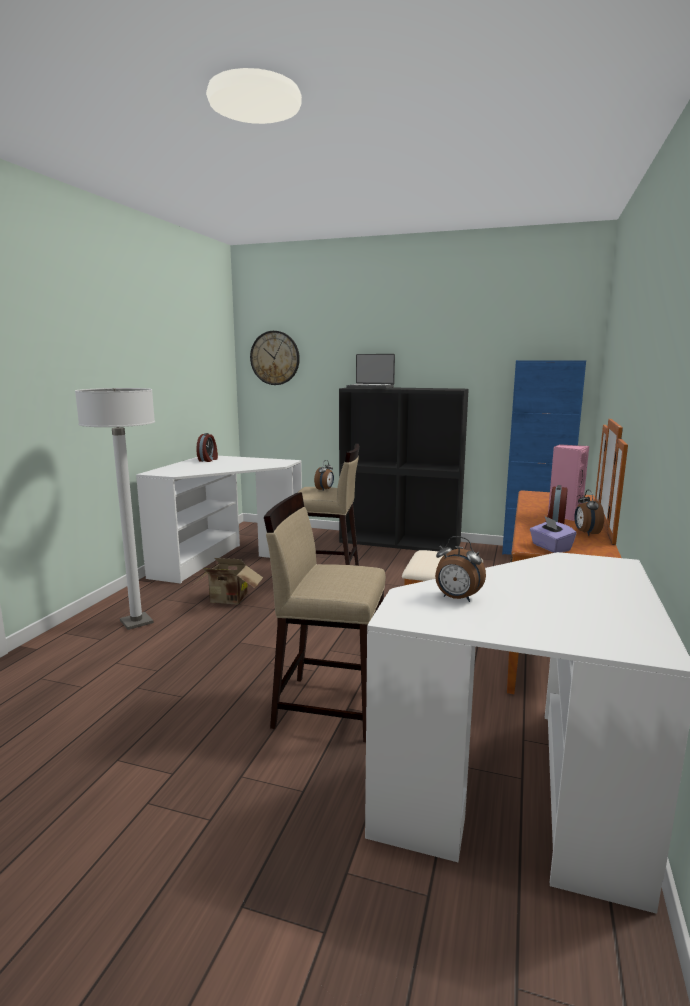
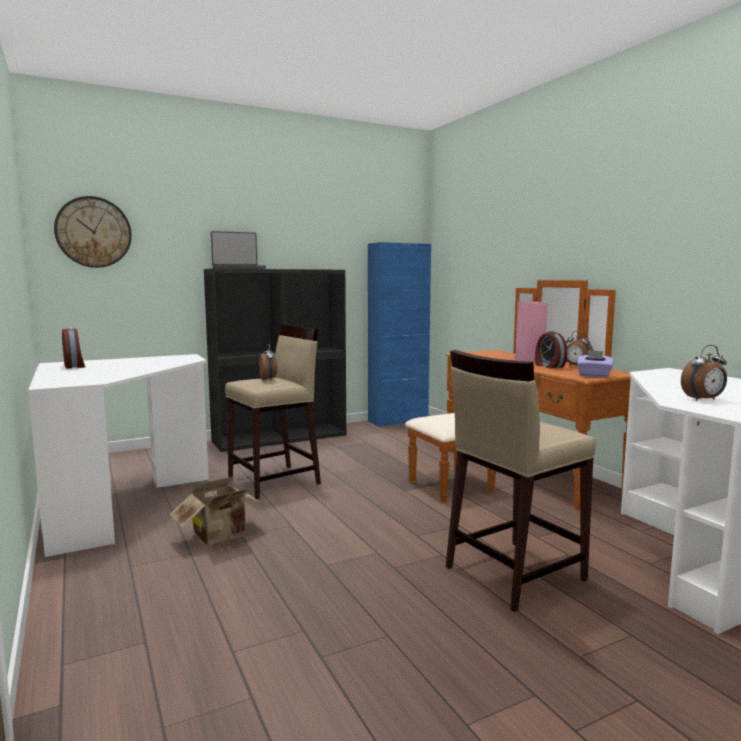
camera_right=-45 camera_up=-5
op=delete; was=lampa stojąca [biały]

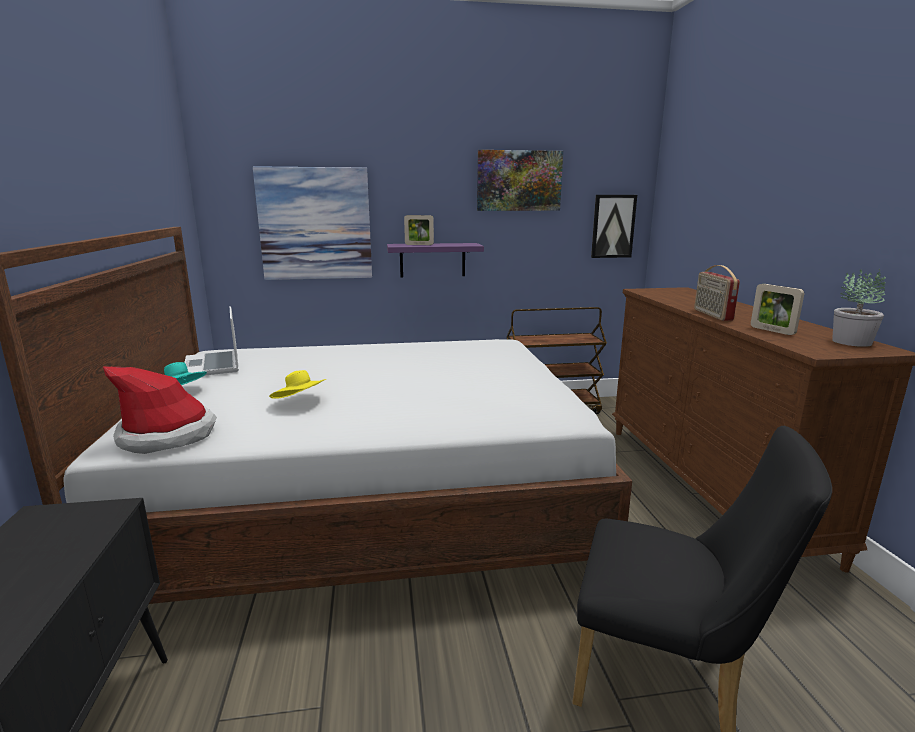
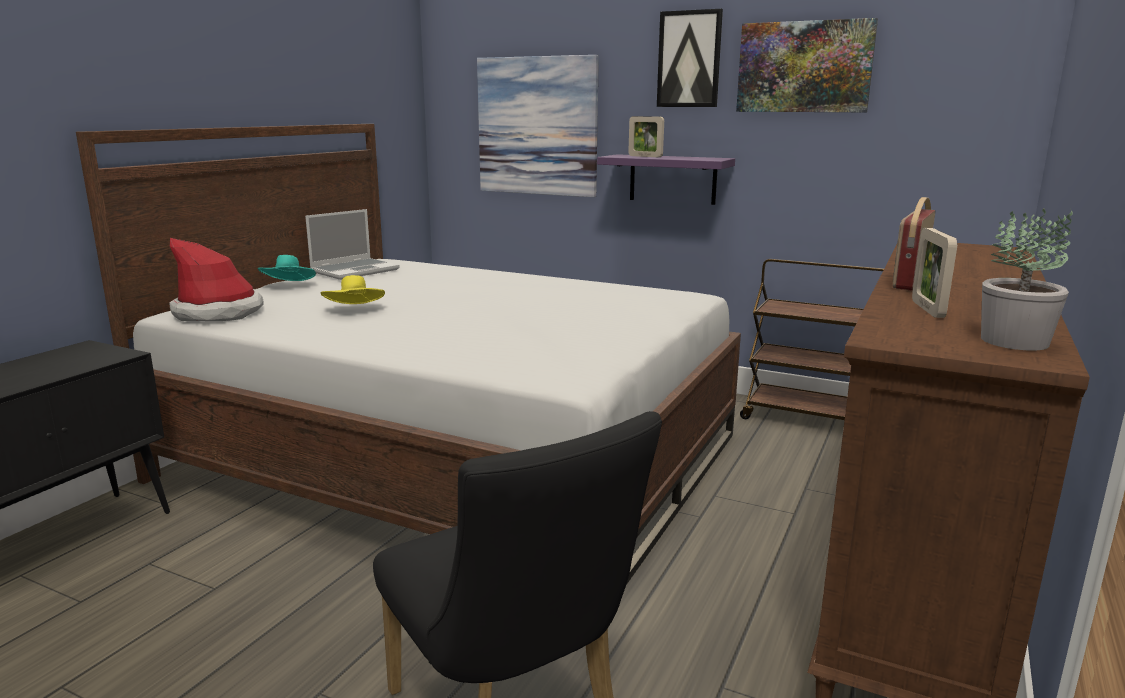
camera_right=35 camera_up=0
op=rotate; was=laptop; clockwise=-150
op=move; was=obraz (3rd from left in the first image); now=obraz (2nd from left)

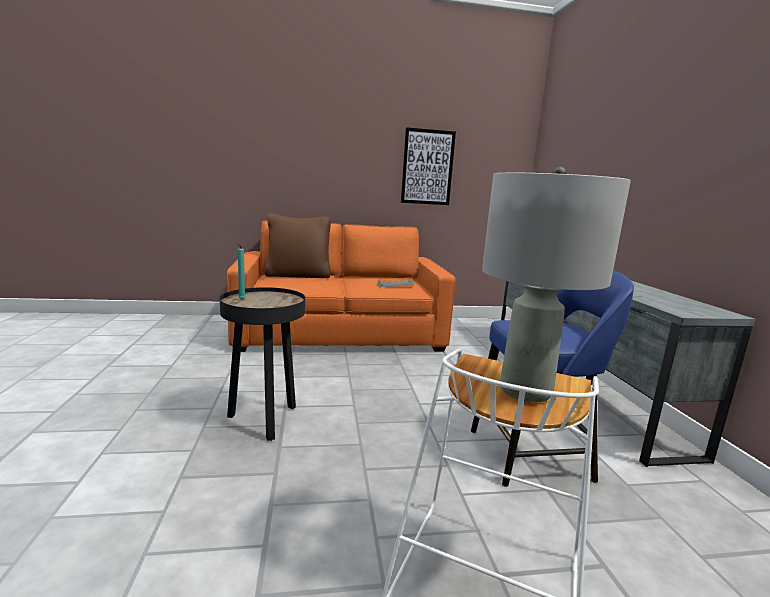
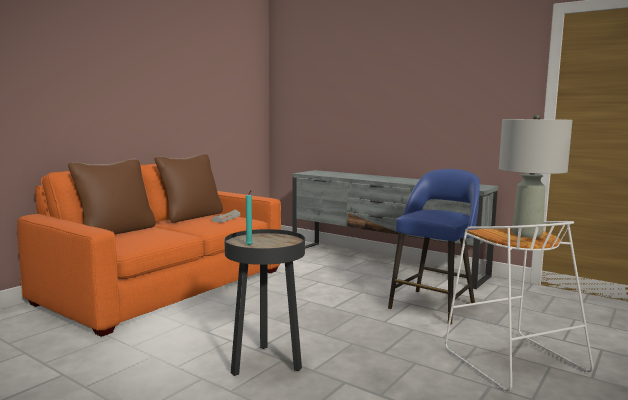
camera_right=-45 camera_up=-5
op=delete; was=obraz
op=insert; now=poduszka [brązowy] (2nd from left)

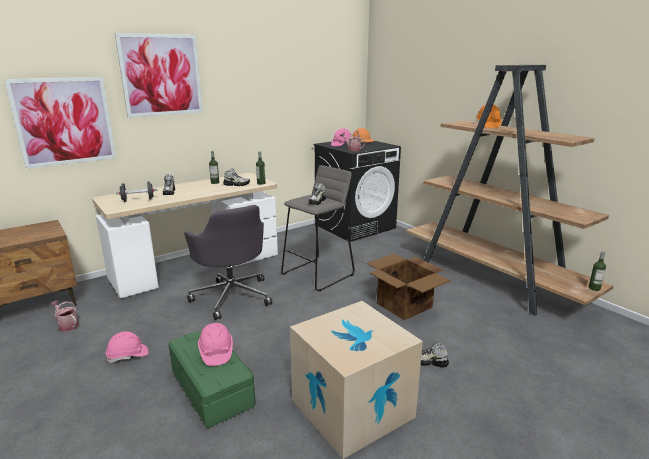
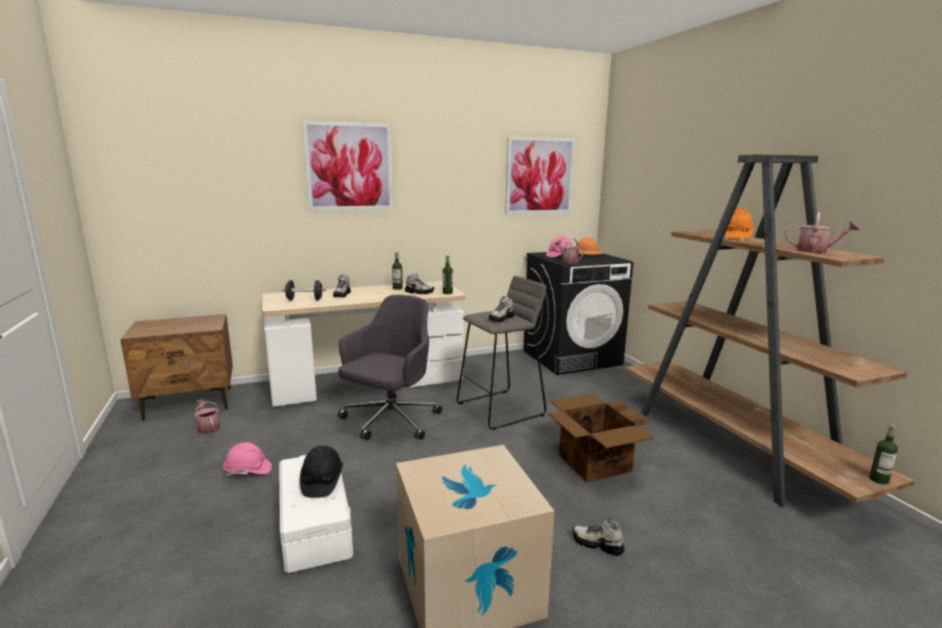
camera_right=15 camera_up=-5
op=move; was=obraz (1st from left in the first image); now=obraz (2nd from left)
op=recolor; was=pojemnik do przechowywania [zielony]; now=pojemnik do przechowywania [biały]
op=rotate; was=krzesło biurowe [szary]; clockwise=-135
op=recolor; was=kask [różowy] (2nd from left); now=kask [czarny]
op=insert; now=konewka (3rd from left)

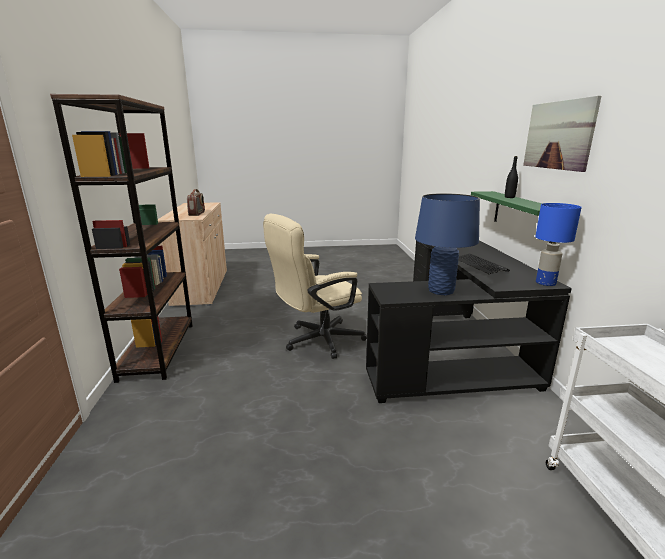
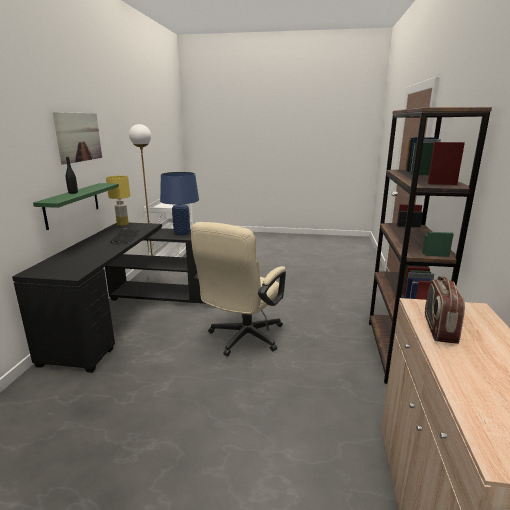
camera_right=-165 camera_up=0
op=rotate; was=krzesło biurowe [beżowy]; clockwise=135
op=recolor; was=lampa stołowa [niebieski] (2nd from left); now=lampa stołowa [żółty]
op=insert; now=lampa stojąca [biały]

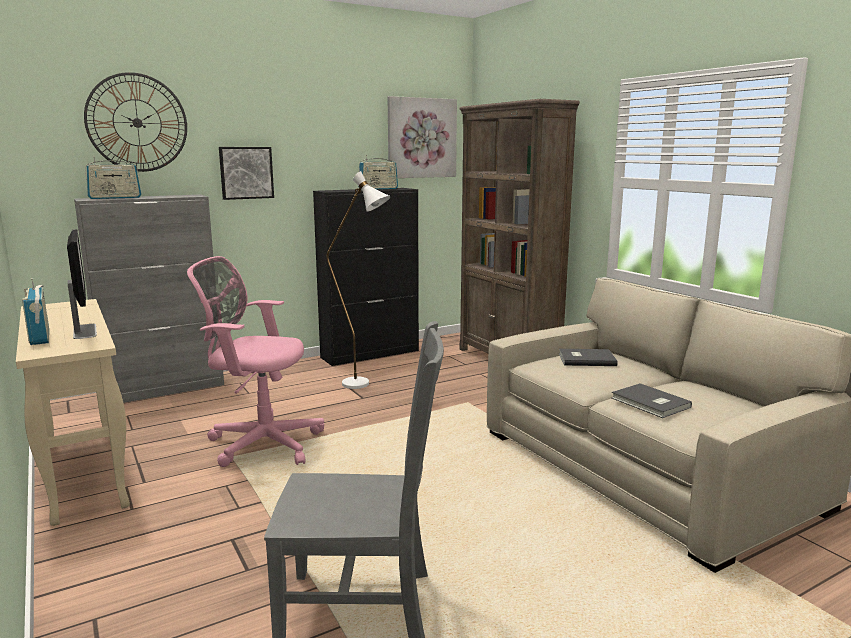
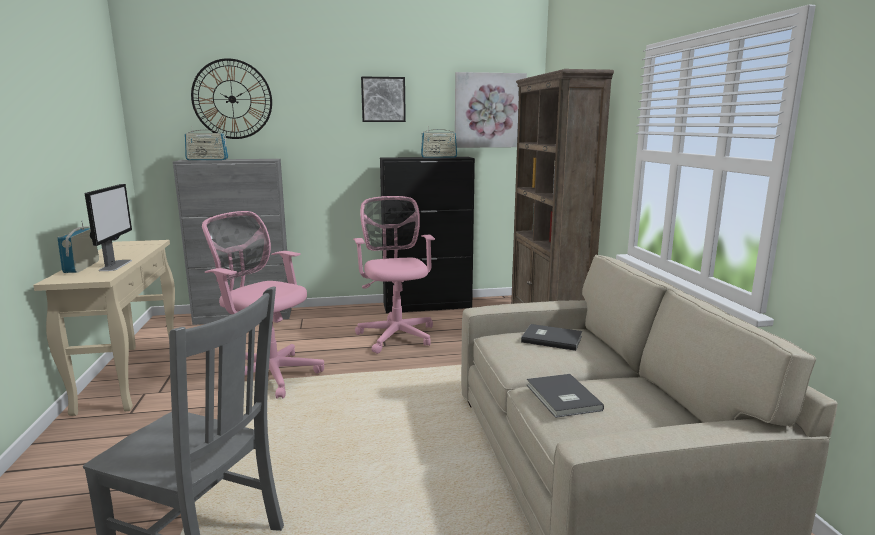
camera_right=20 camera_up=0
op=move; was=obraz (1st from left)
op=replace; was=lampa stojąca [biały]; now=krzesło biurowe [różowy] (2nd from left)

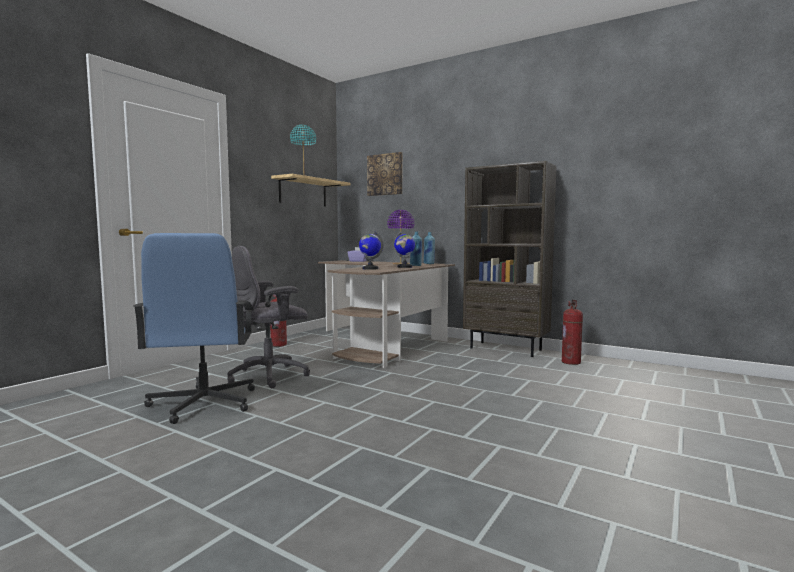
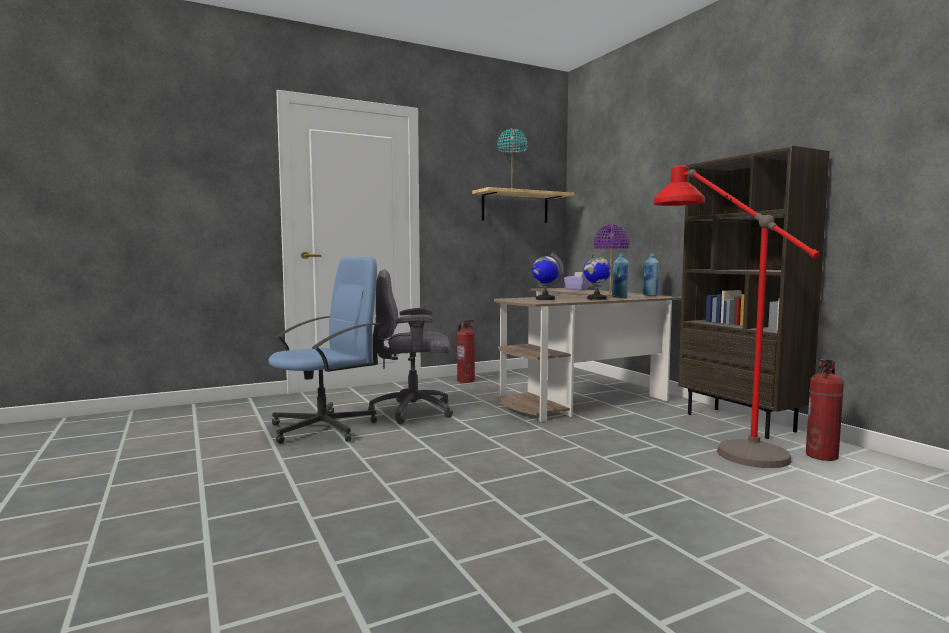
camera_right=30 camera_up=0
op=rotate; was=krzesło biurowe [niebieski]; clockwise=-150
op=delete; was=obraz
op=insert; now=lampa stojąca [czerwony]

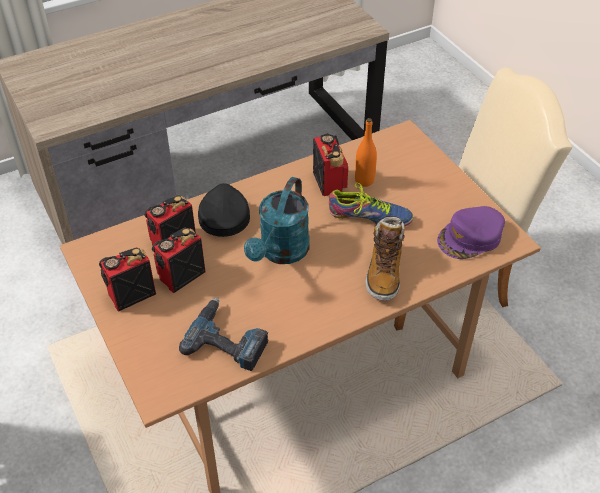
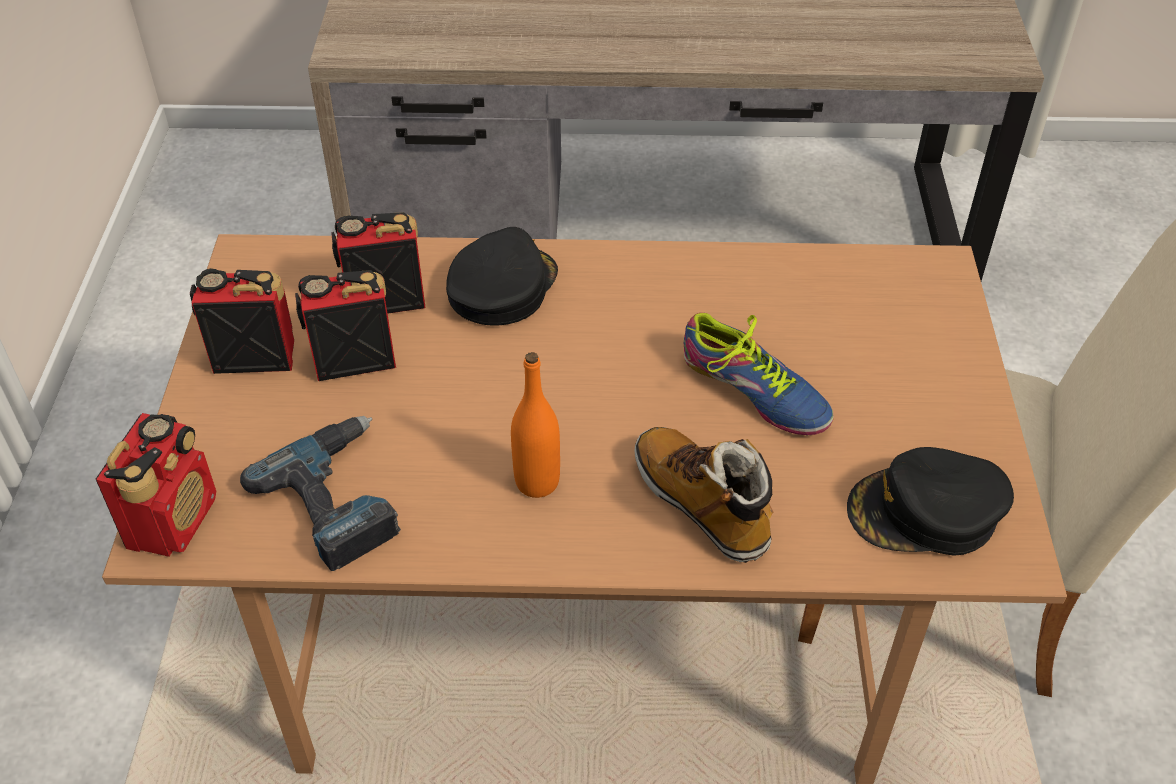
camera_right=30 camera_up=0
op=delete; was=konewka [turkusowy]
op=move; was=radio (4th from left in the first image); now=radio (1st from left)
op=move; was=butelka [pomarańczowy]
op=rotate; was=but z cholewką; clockwise=105
op=recolor; was=czapka z daszkiem [fioletowy]; now=czapka z daszkiem [czarny] (2nd from left)

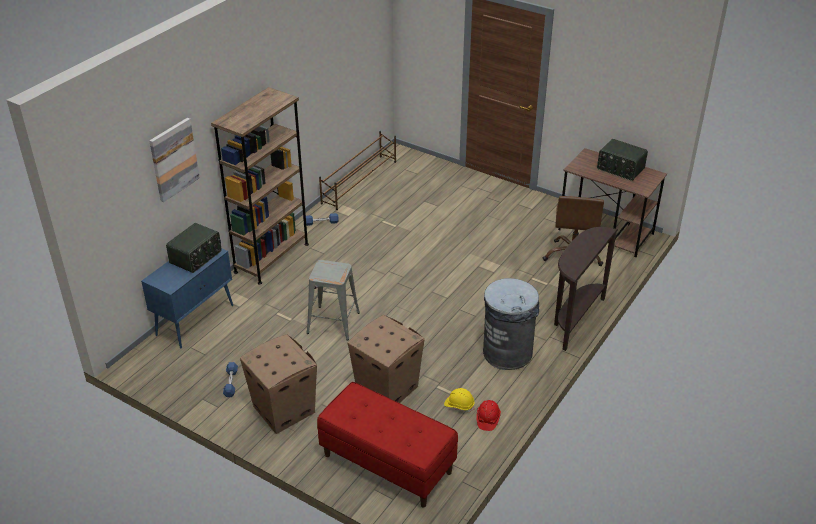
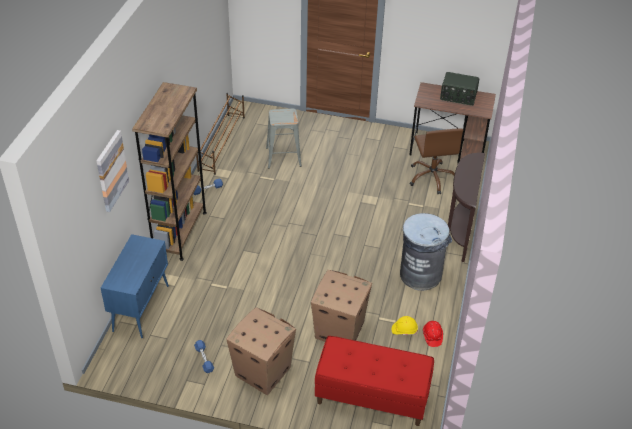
camera_right=-20 camera_up=5
op=delete; was=radio (1st from left)
op=move; was=stołek [szary]

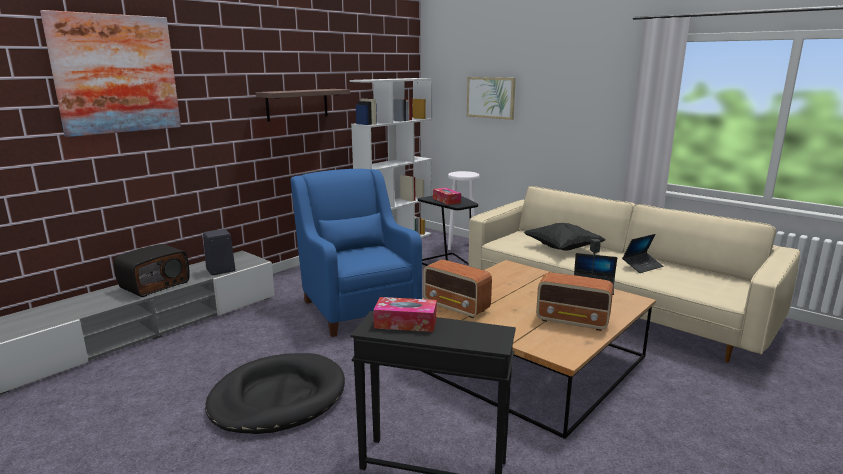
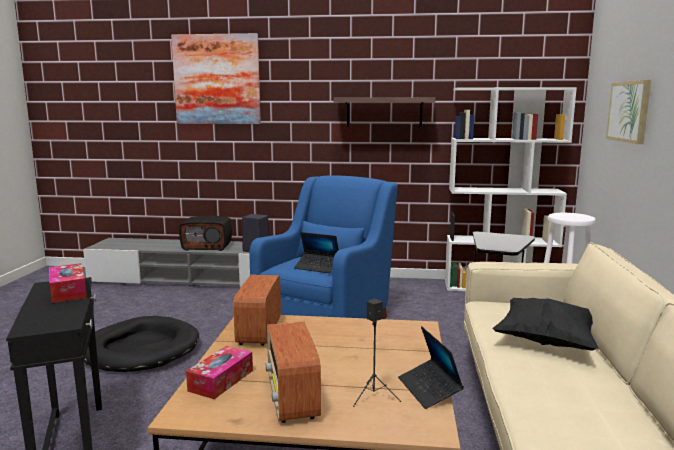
camera_right=55 camera_up=-5
op=move; was=pudełko chusteczek (2nd from left)
op=move; was=laptop (2nd from left in the first image); now=laptop (1st from left)

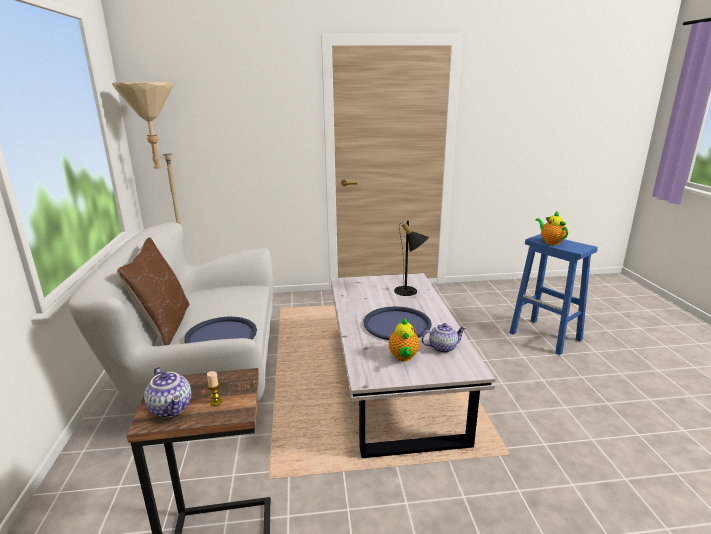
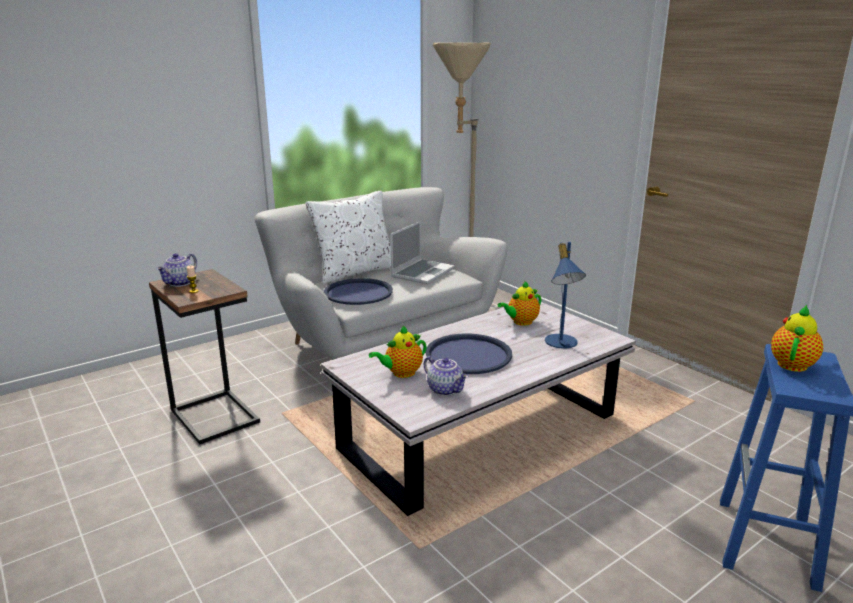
camera_right=60 camera_up=0
op=recolor; was=poduszka [brązowy]; now=poduszka [biały]
op=recolor; was=lampa stołowa [czarny]; now=lampa stołowa [niebieski]
op=insert; now=laptop
op=insert; now=imbryk (4th from left)

